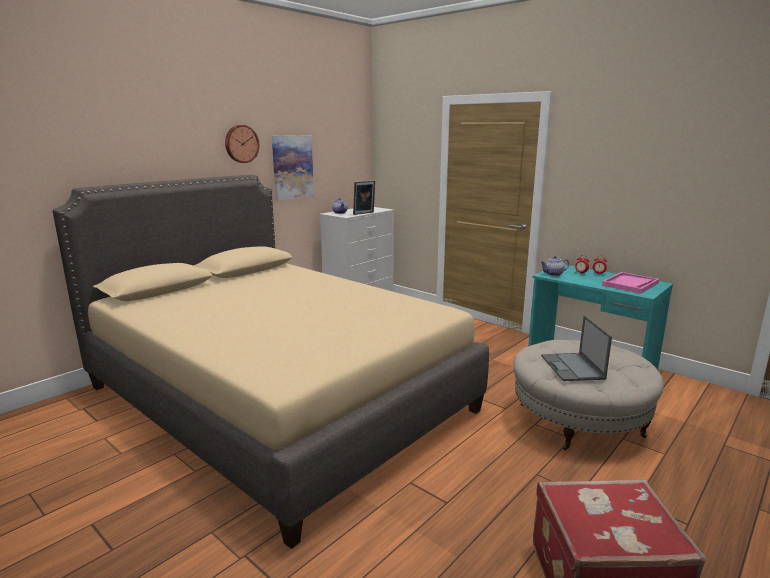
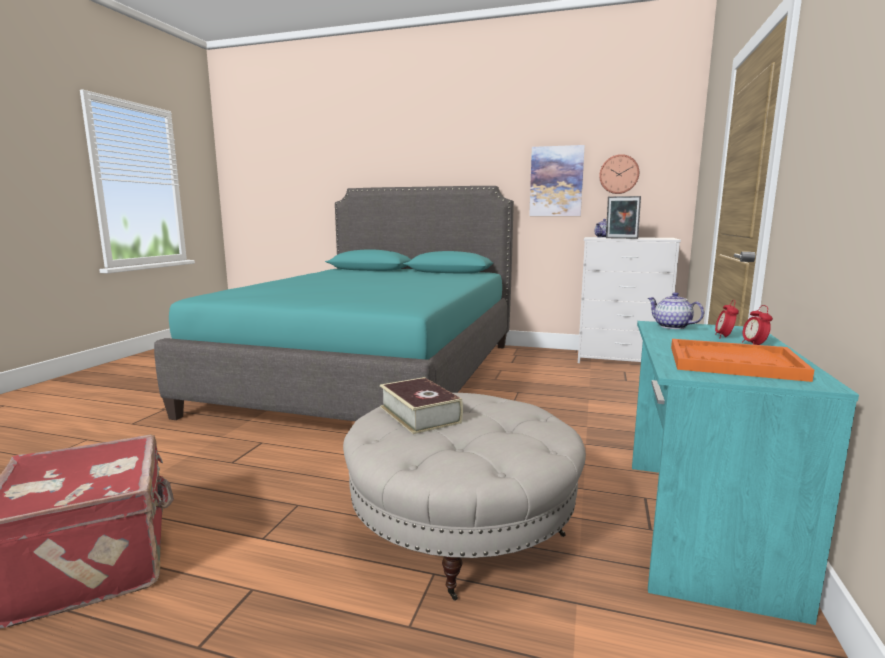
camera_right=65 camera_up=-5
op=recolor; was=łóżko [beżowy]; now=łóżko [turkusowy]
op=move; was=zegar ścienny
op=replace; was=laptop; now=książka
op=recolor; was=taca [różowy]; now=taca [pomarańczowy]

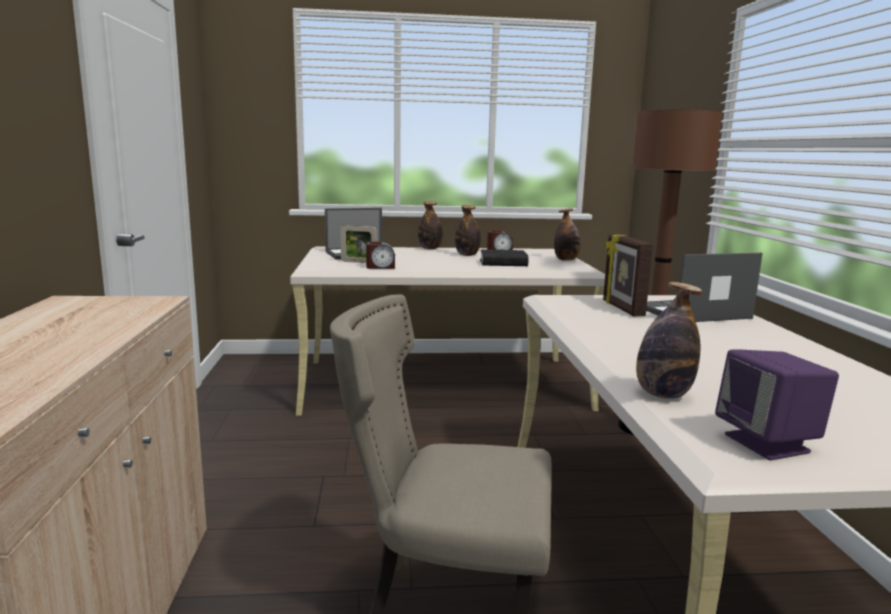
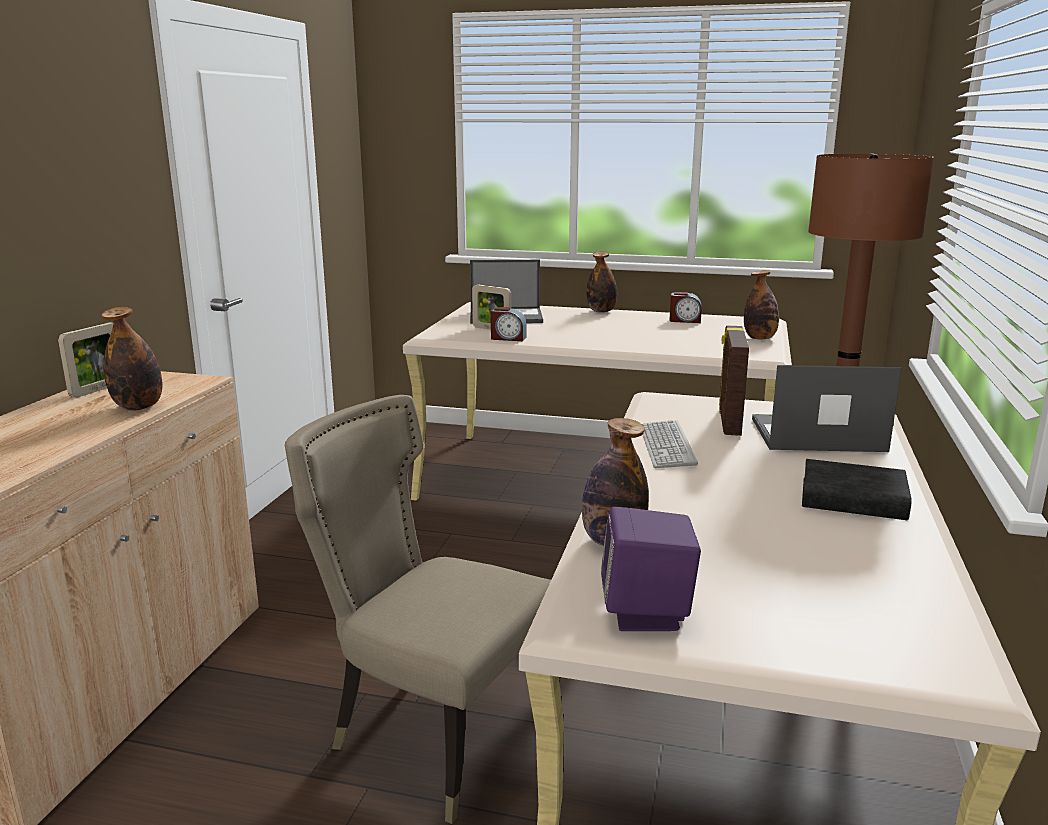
camera_right=20 camera_up=5
op=move; was=butelka (2nd from left in the first image); now=butelka (1st from left)
op=move; was=książka [czarny]
op=insert; now=ramka na zdjęcie (1st from left)
op=insert; now=klawiatura

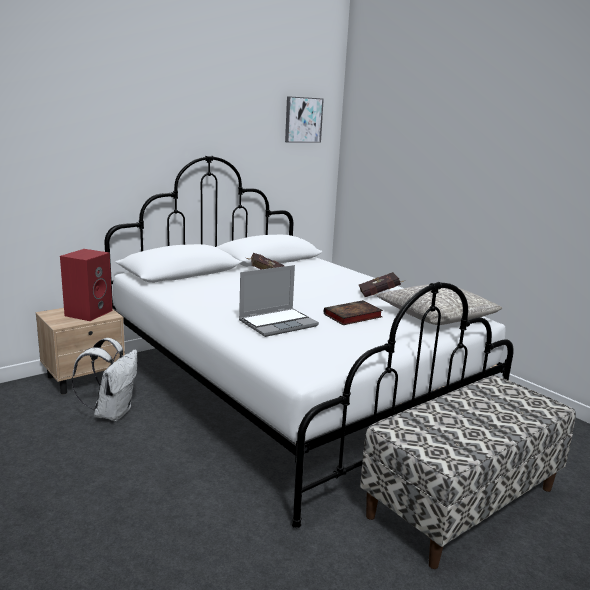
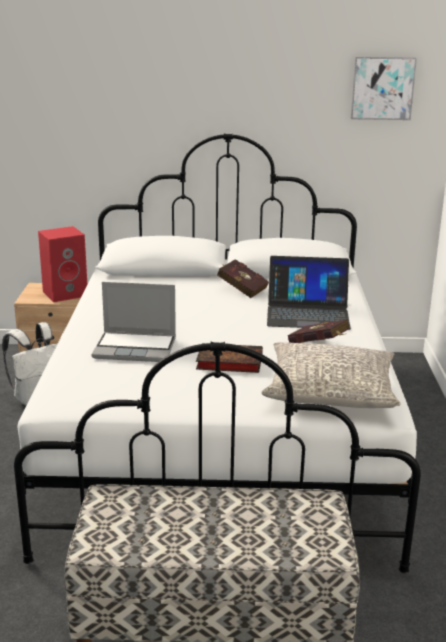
camera_right=40 camera_up=5
op=insert; now=laptop (2nd from left)

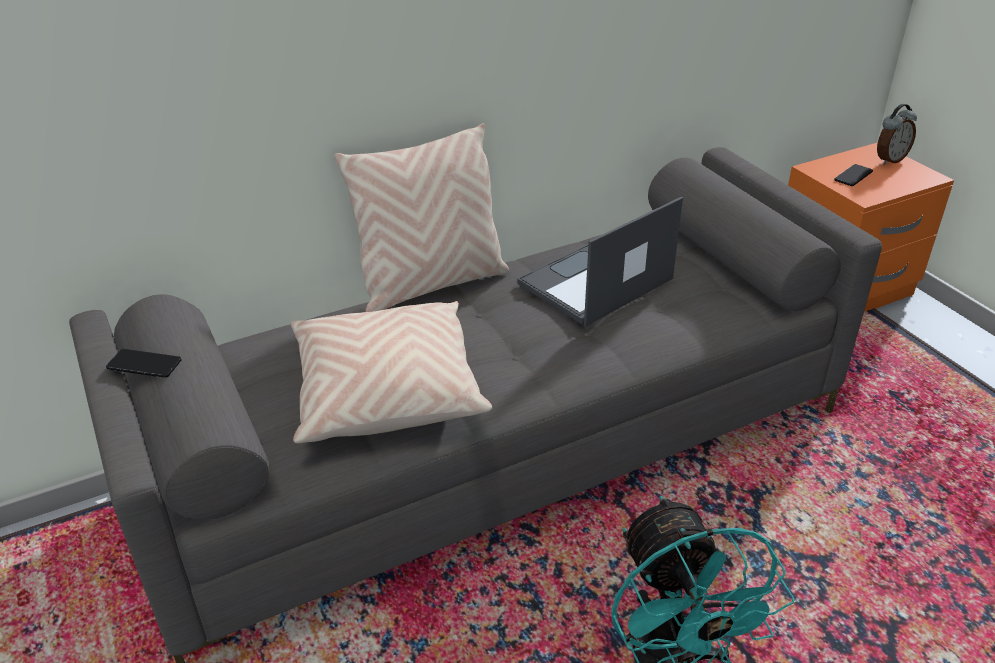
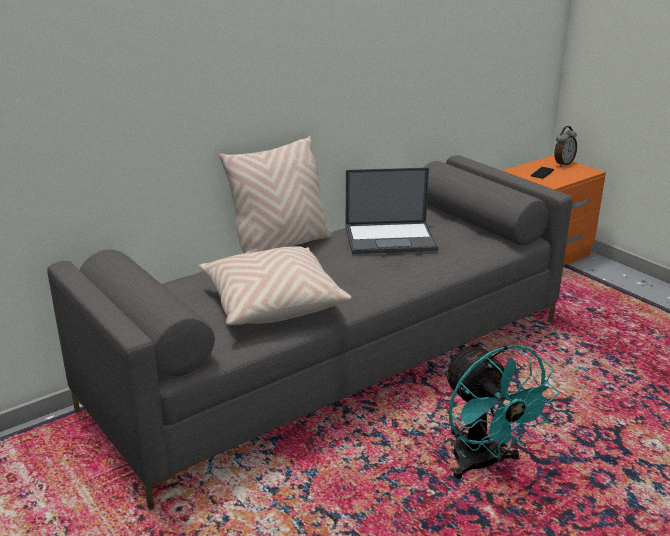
camera_right=-10 camera_up=-10
op=delete; was=telefon (1st from left)
op=rotate; was=laptop; clockwise=-135

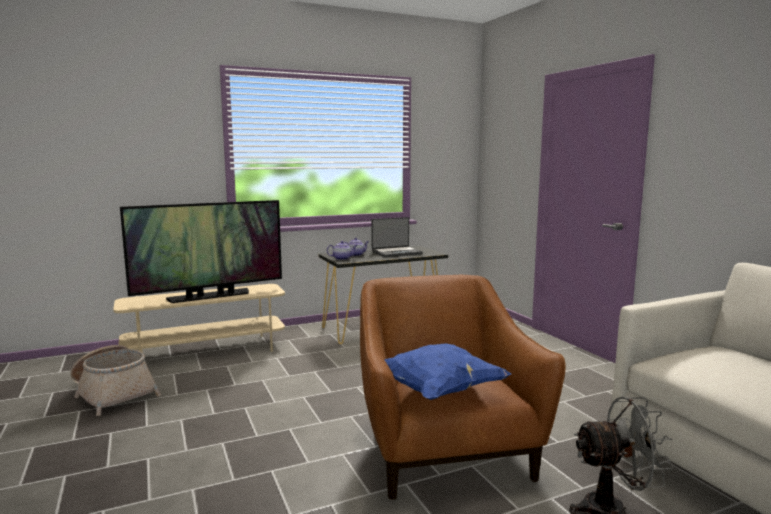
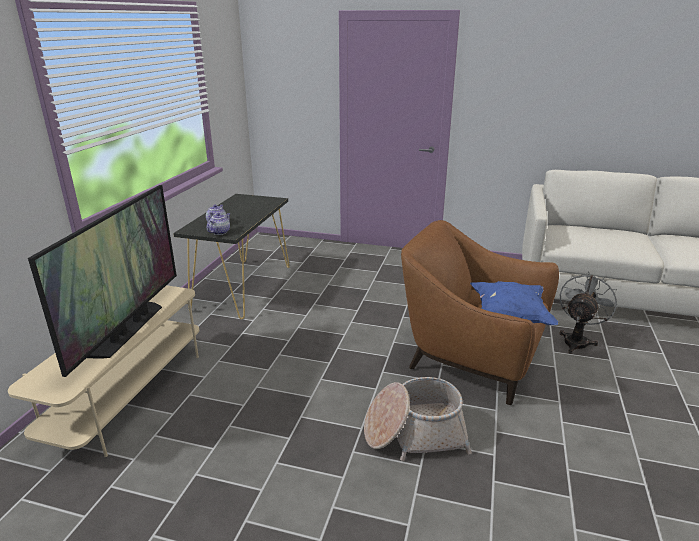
camera_right=-50 camera_up=15
op=move; was=koszyk
op=delete; was=laptop

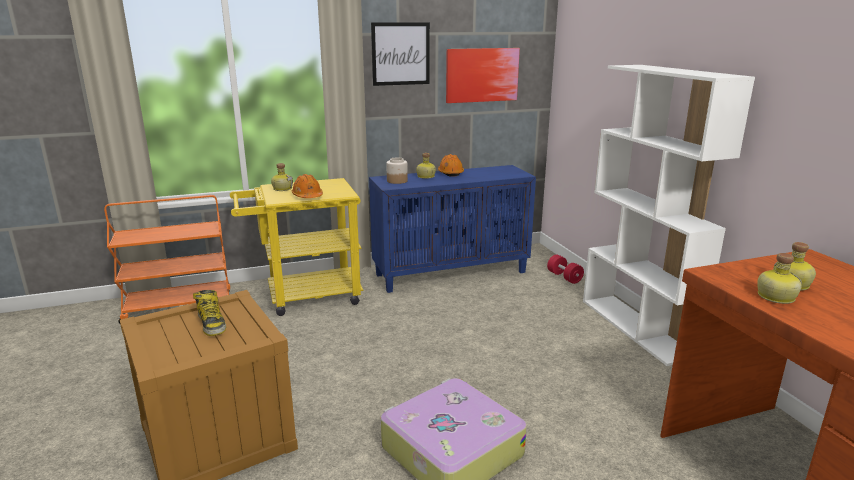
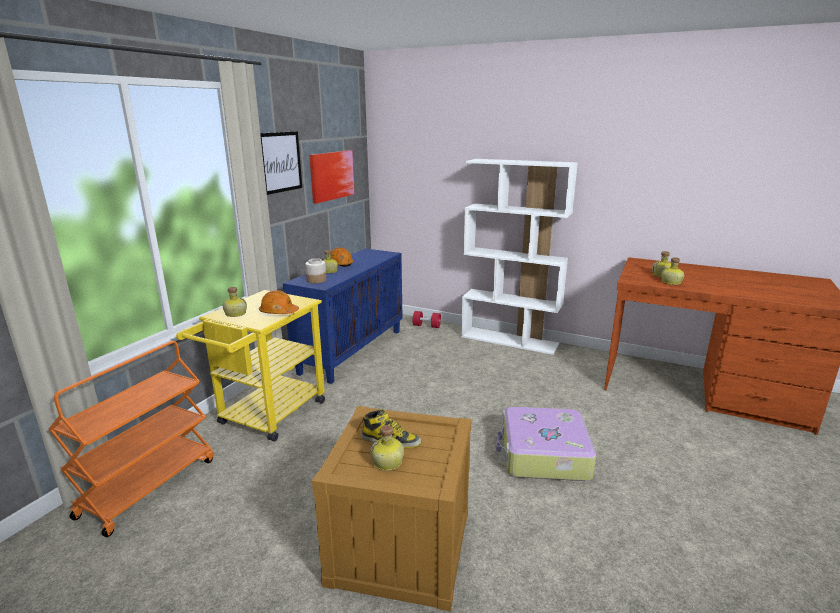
camera_right=-45 camera_up=0
op=insert; now=butelka (3rd from left)

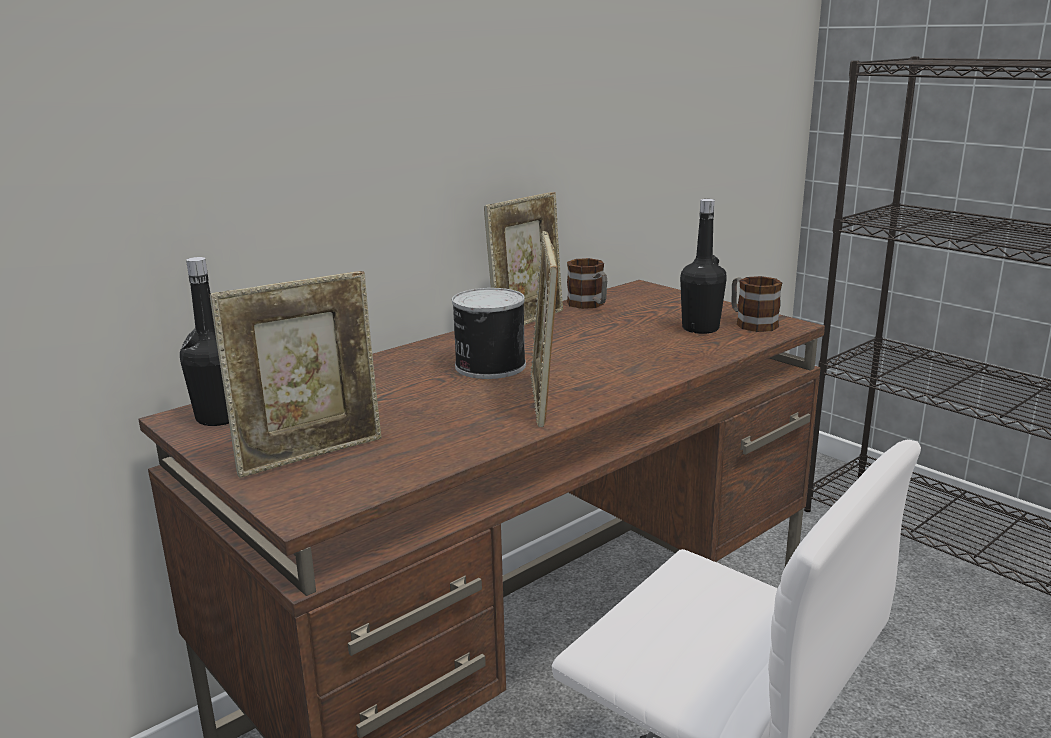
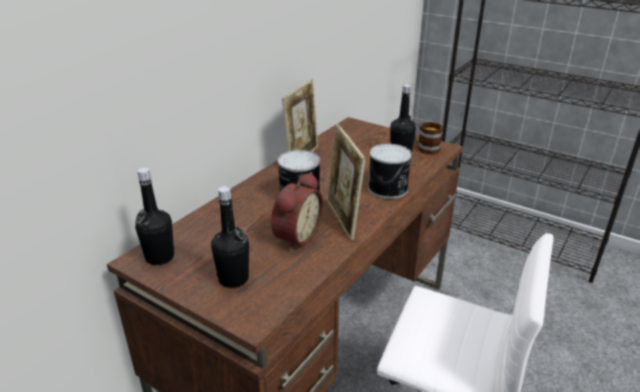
camera_right=-15 camera_up=10
op=replace; was=ramka na zdjęcie (1st from left); now=butelka [czarny] (2nd from left)
op=delete; was=kubek (1st from left)
op=insert; now=budzik
op=insert; now=puszka (2nd from left)

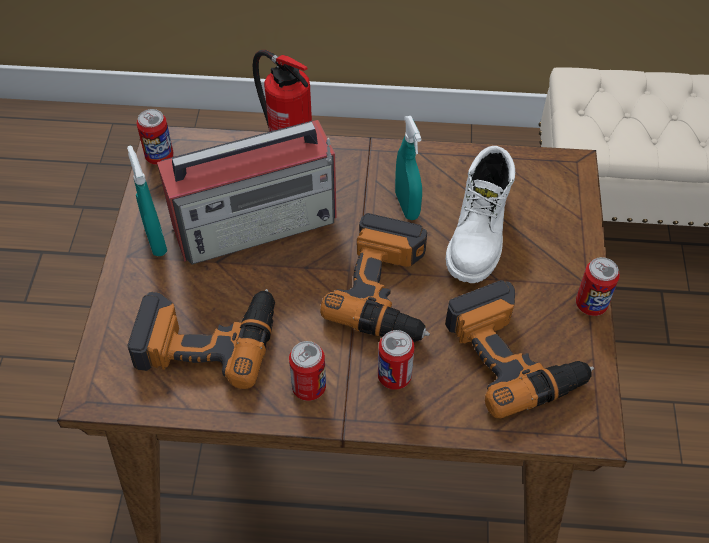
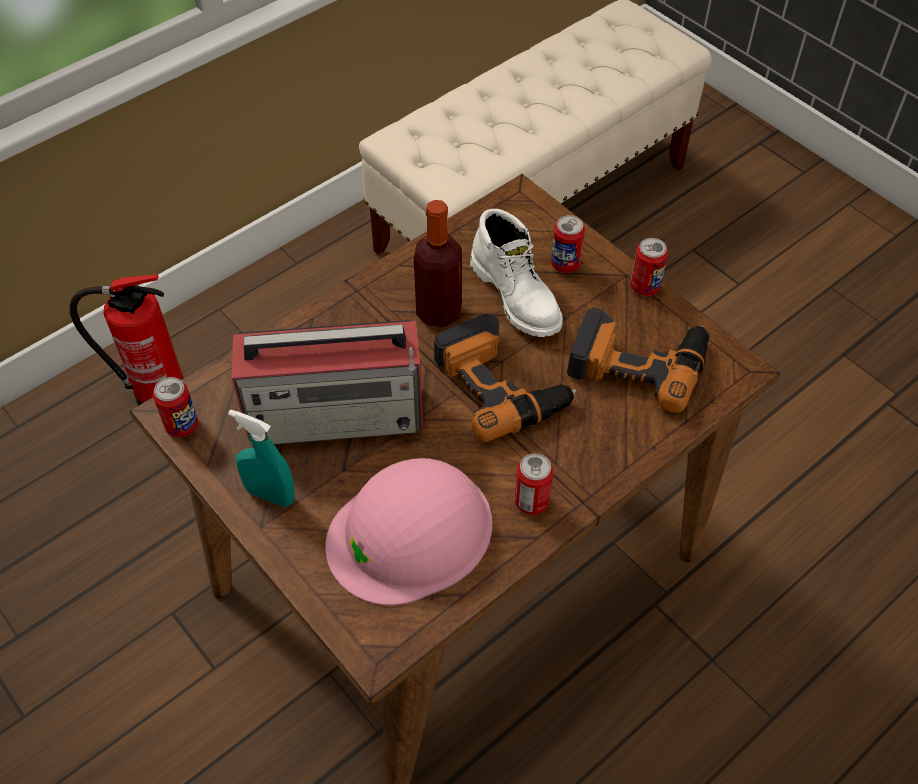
camera_right=-45 camera_up=0
op=replace; was=wiertarka (1st from left); now=kask [różowy]
op=rotate; was=radio; clockwise=60
op=move; was=puszka (3rd from left)
op=replace; was=spryskiwacz [turkusowy] (2nd from left); now=butelka

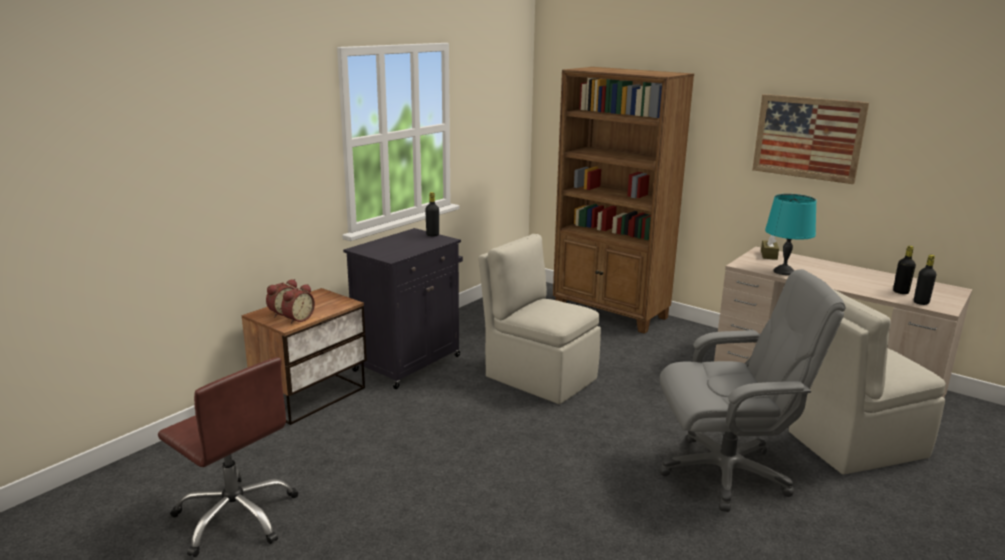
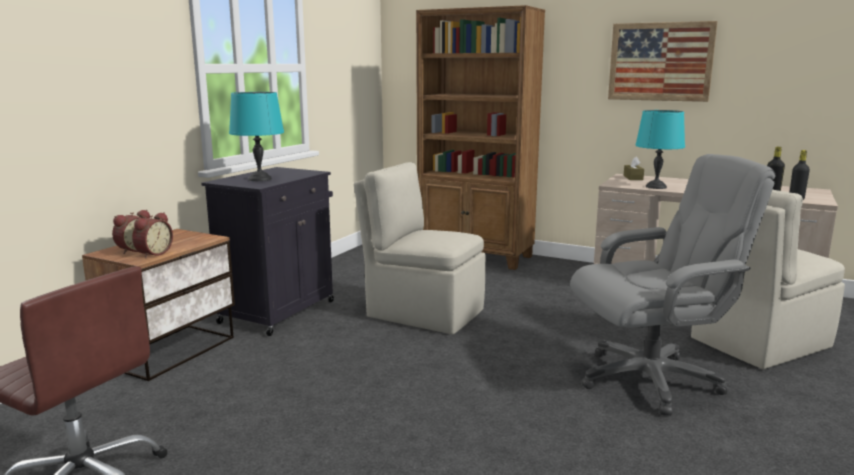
camera_right=-10 camera_up=-5
op=delete; was=butelka [czarny] (1st from left)
op=insert; now=lampa stołowa [turkusowy] (1st from left)

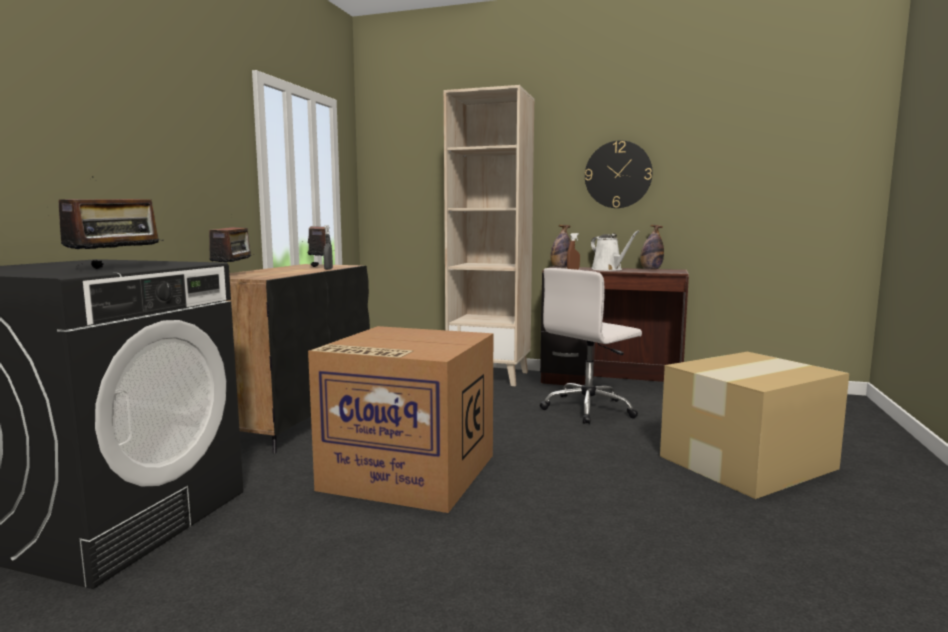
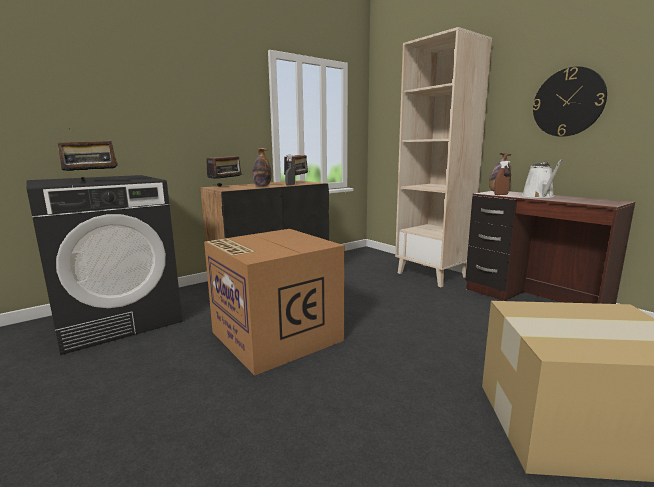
camera_right=35 camera_up=5
op=delete; was=krzesło biurowe [biały]
op=move; was=butelka (2nd from left in the first image); now=butelka (1st from left)

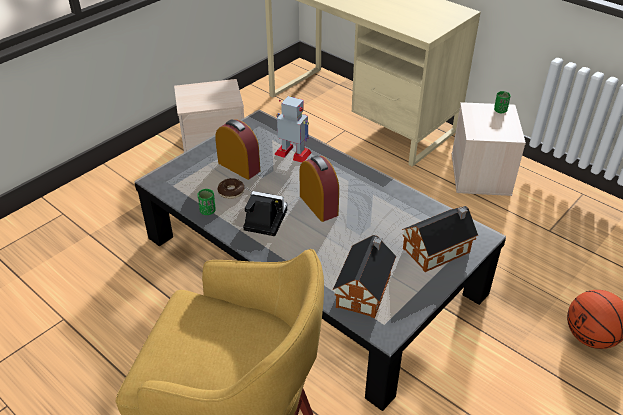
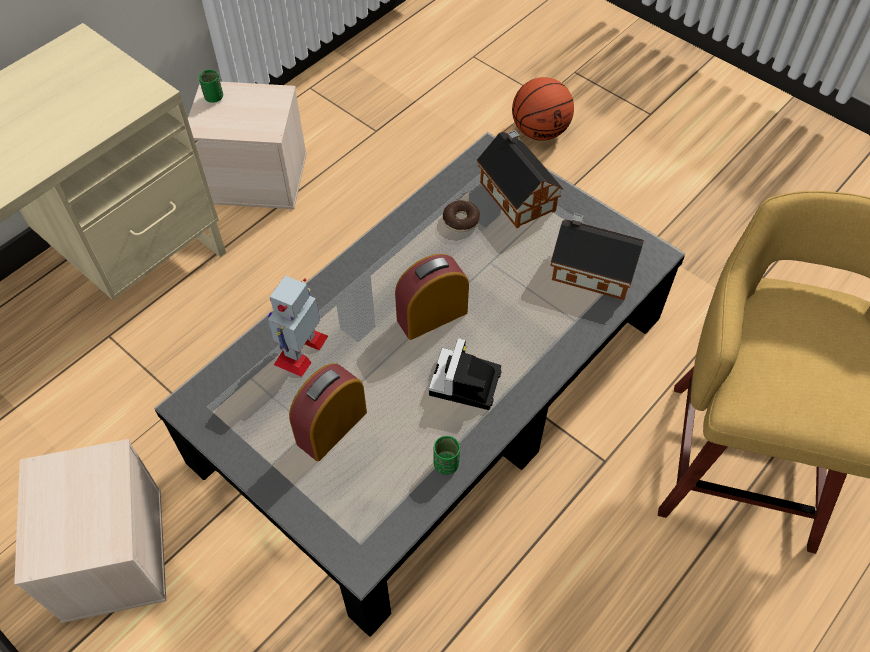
camera_right=-90 camera_up=15
op=move; was=donut

